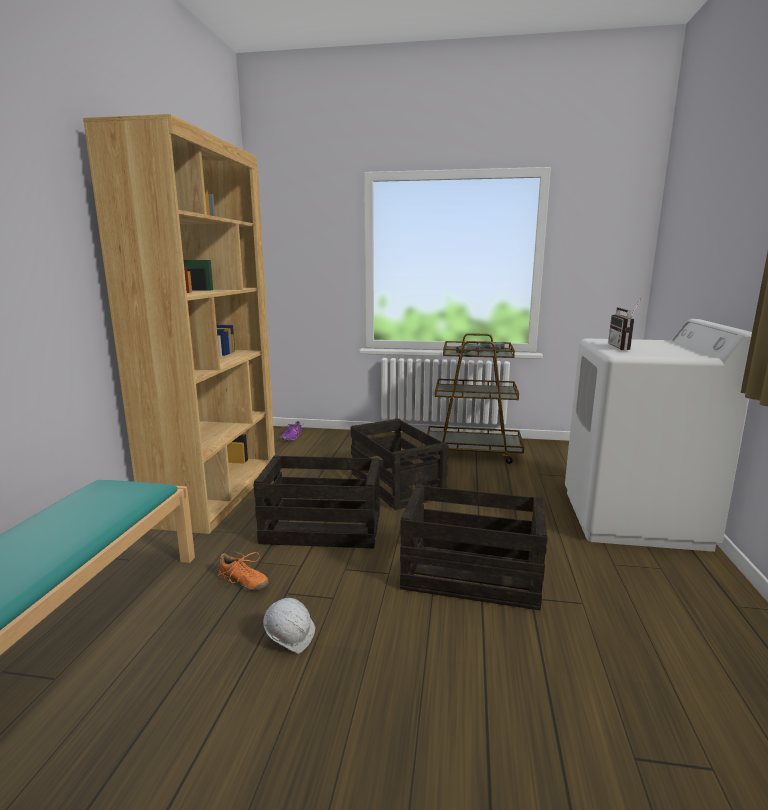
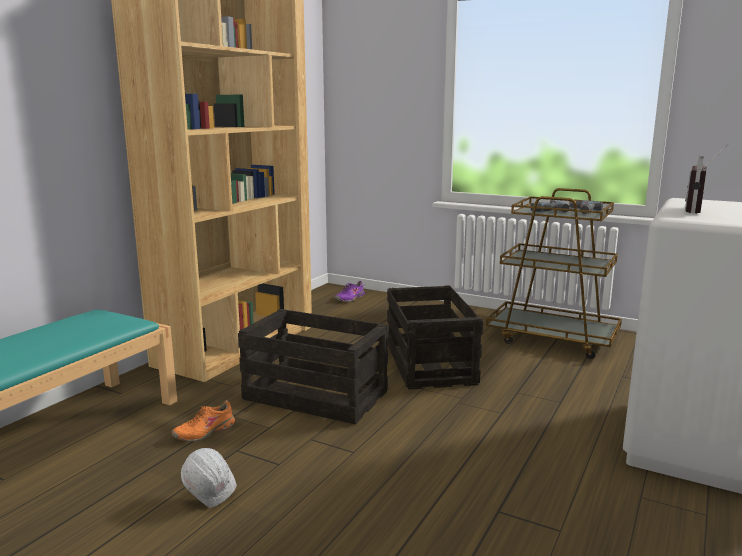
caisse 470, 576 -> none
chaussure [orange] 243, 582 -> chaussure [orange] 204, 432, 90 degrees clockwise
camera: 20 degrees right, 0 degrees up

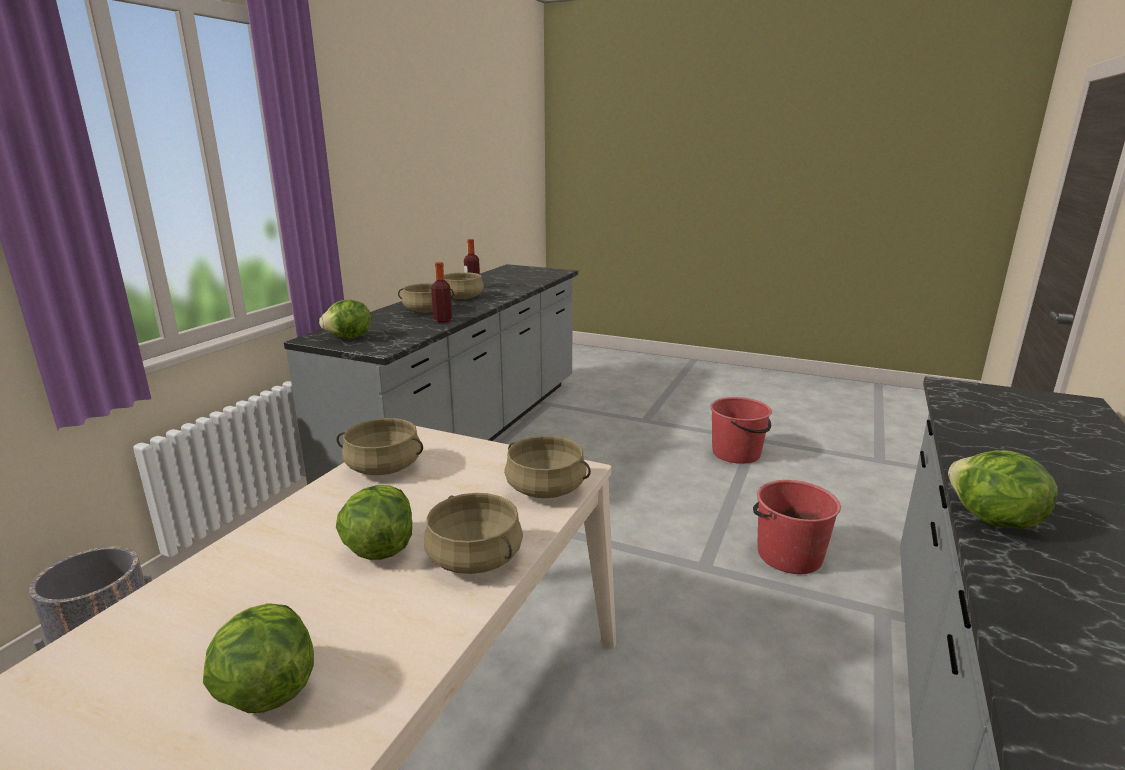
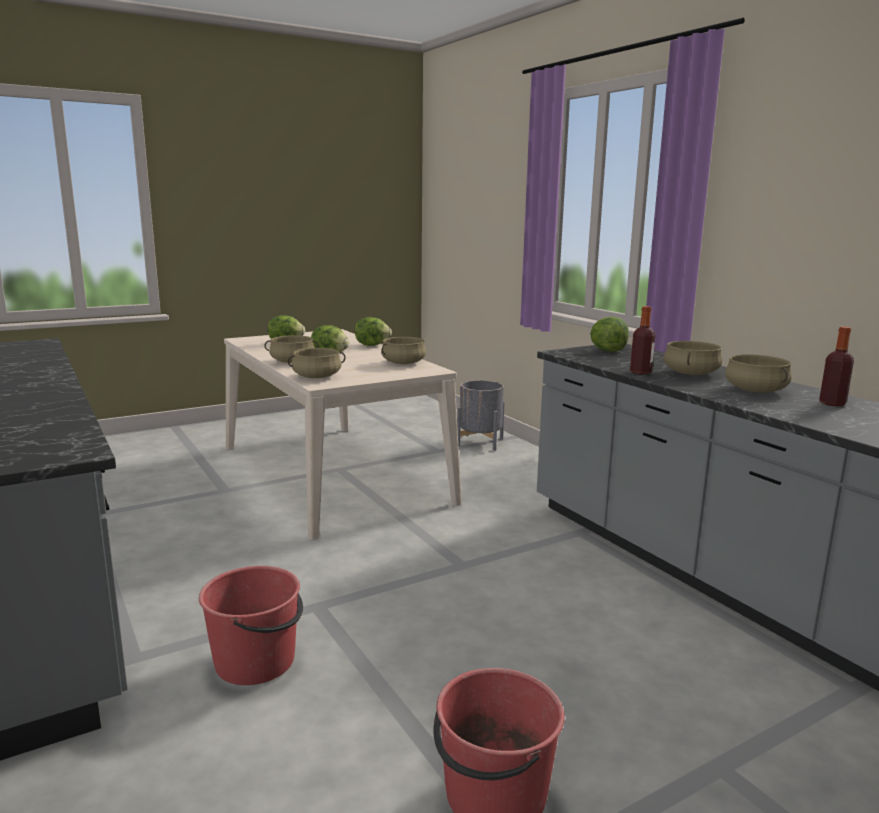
laitue 992, 520 -> laitue 372, 345, moved
camera: 125 degrees right, 5 degrees down

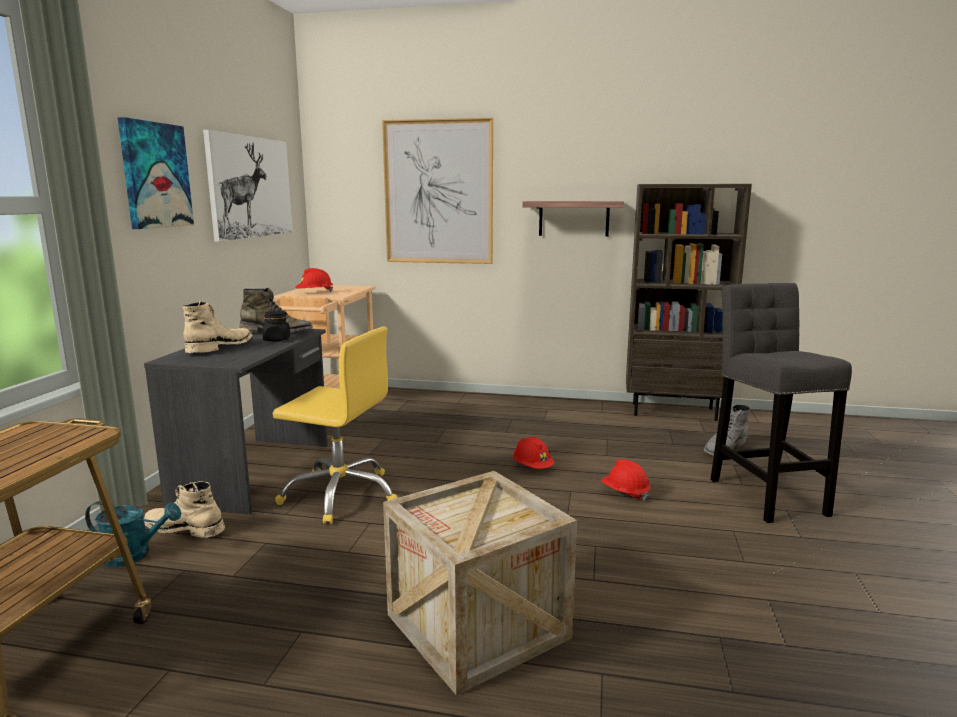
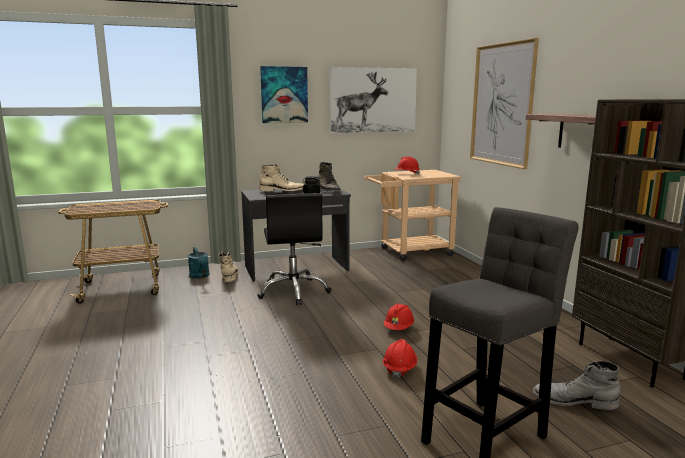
chaise de bureau [jaune] 340, 494 -> chaise de bureau [noir] 294, 291
caisse 477, 626 -> none
camera: 60 degrees right, 0 degrees up

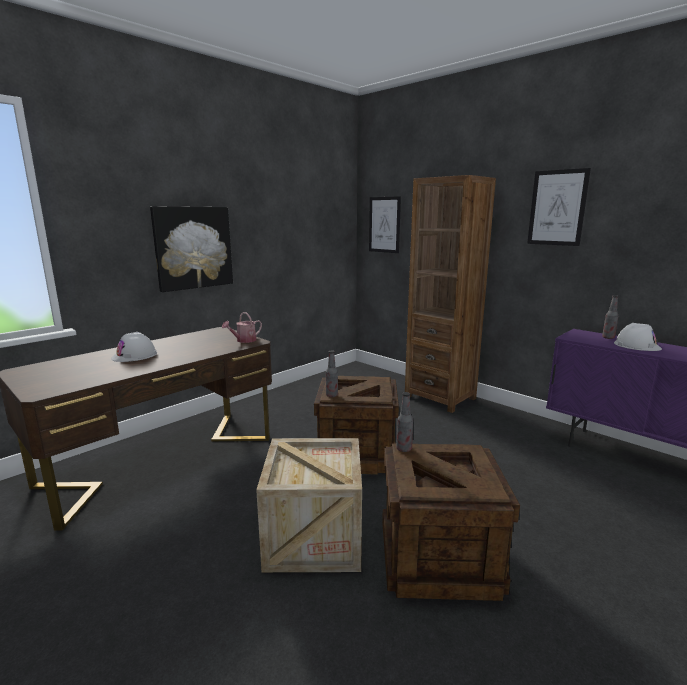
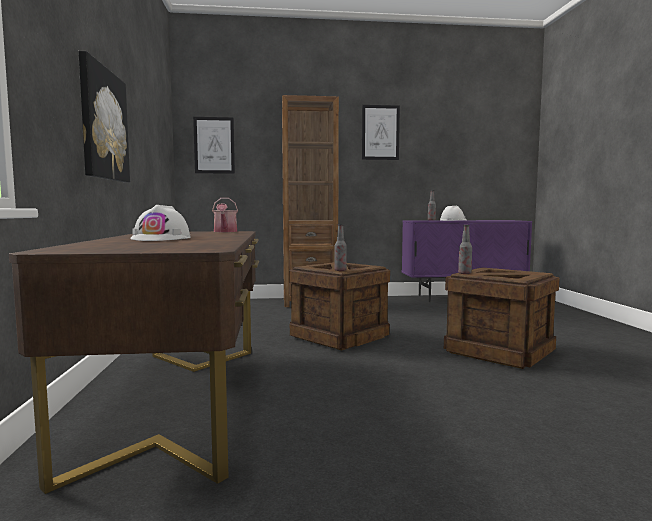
caisse 314, 537 -> none
camera: 50 degrees left, 10 degrees down

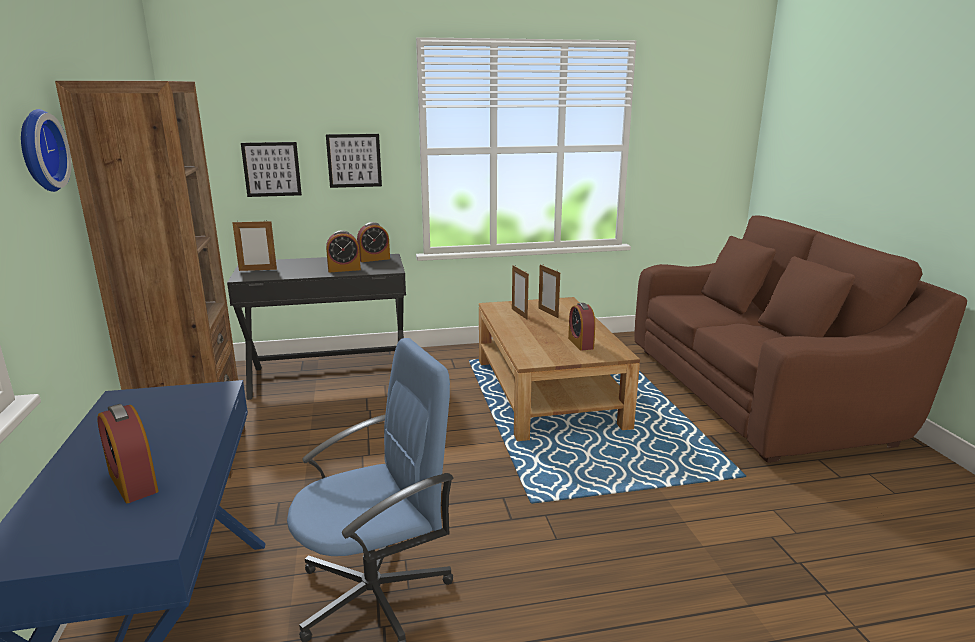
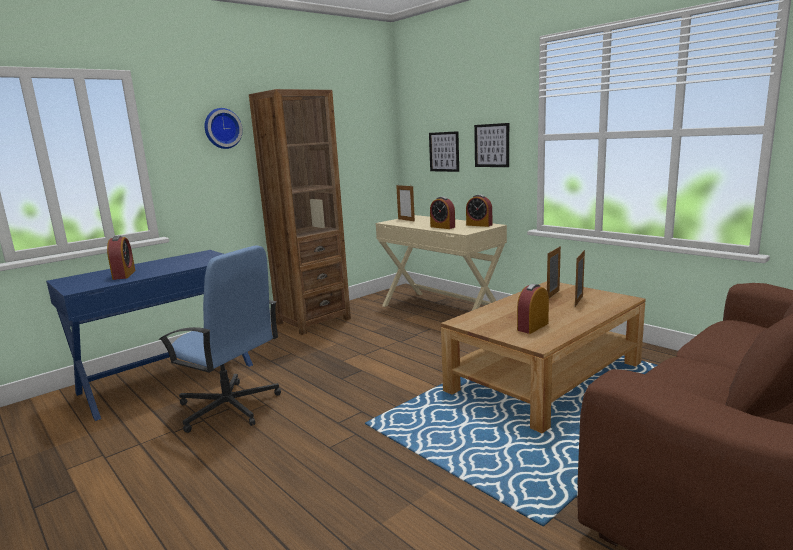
bureau [noir] 330, 376 -> bureau [beige] 441, 310
réveil 133, 482 -> réveil 124, 275, 150 degrees clockwise
camera: 60 degrees right, 5 degrees down

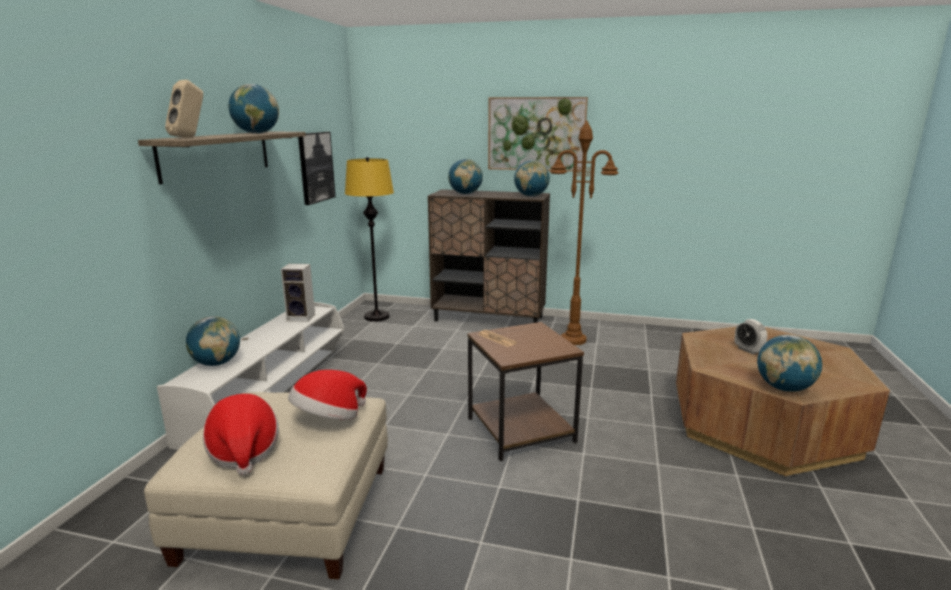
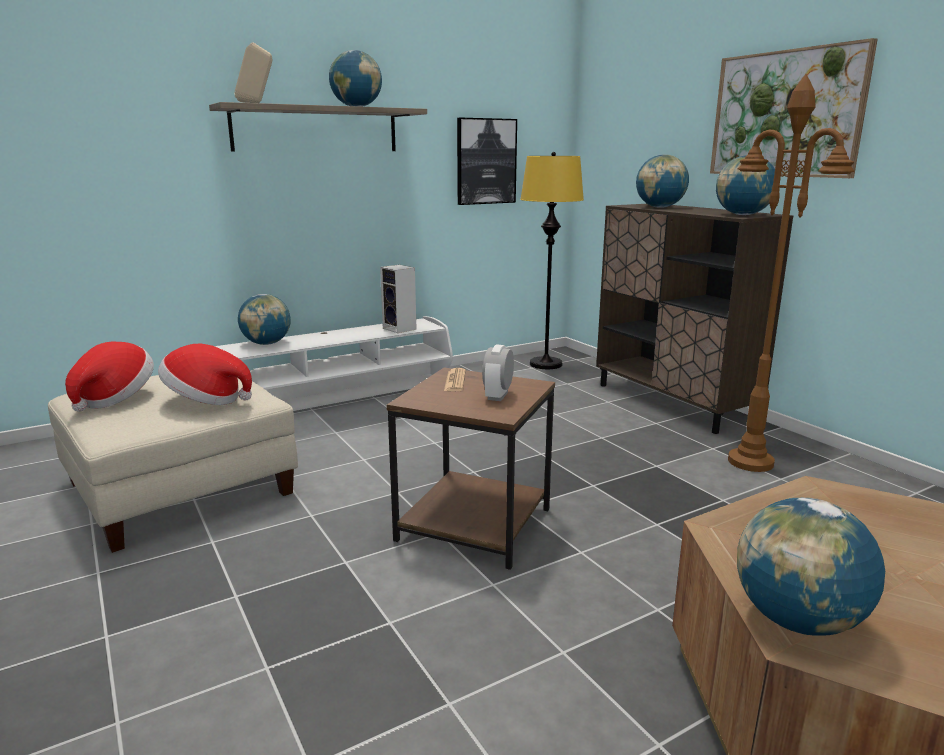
réveil 748, 350 -> réveil 498, 396, moved
camera: 45 degrees right, 0 degrees up

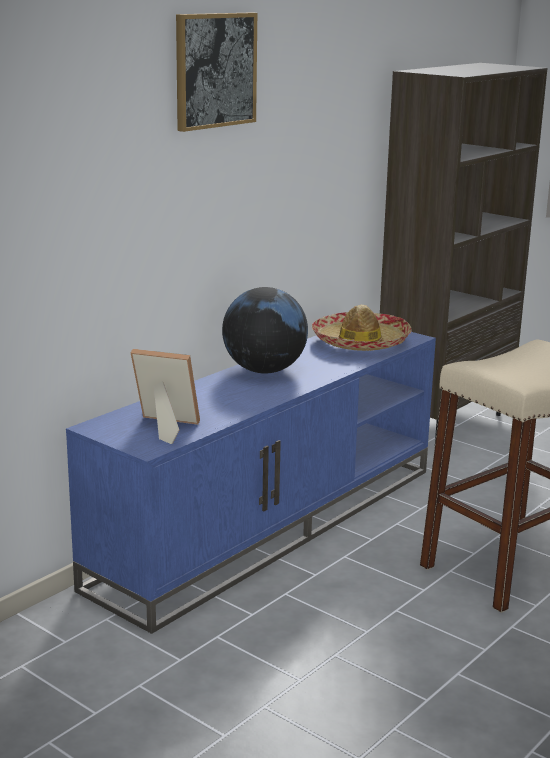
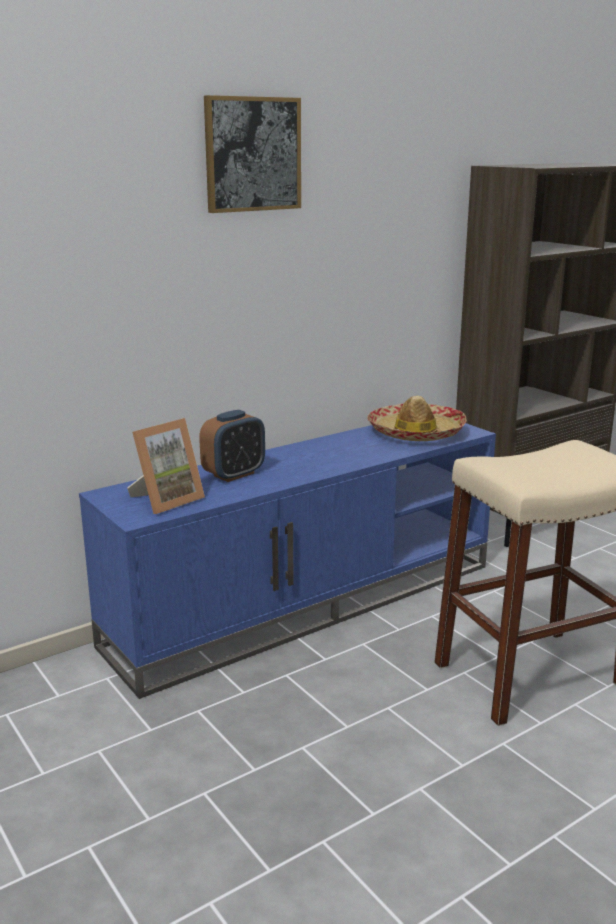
globe 264, 370 -> none
cadre photo 163, 428 -> cadre photo 166, 500, 105 degrees clockwise
none -> réveil 234, 474
camera: 15 degrees right, 0 degrees up

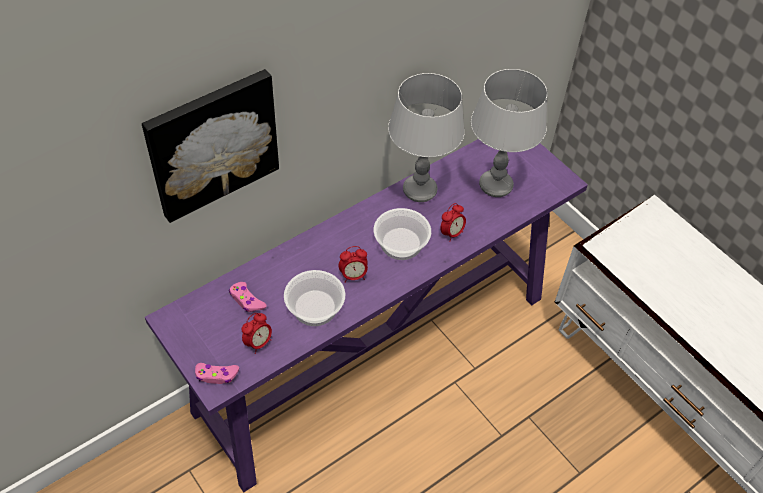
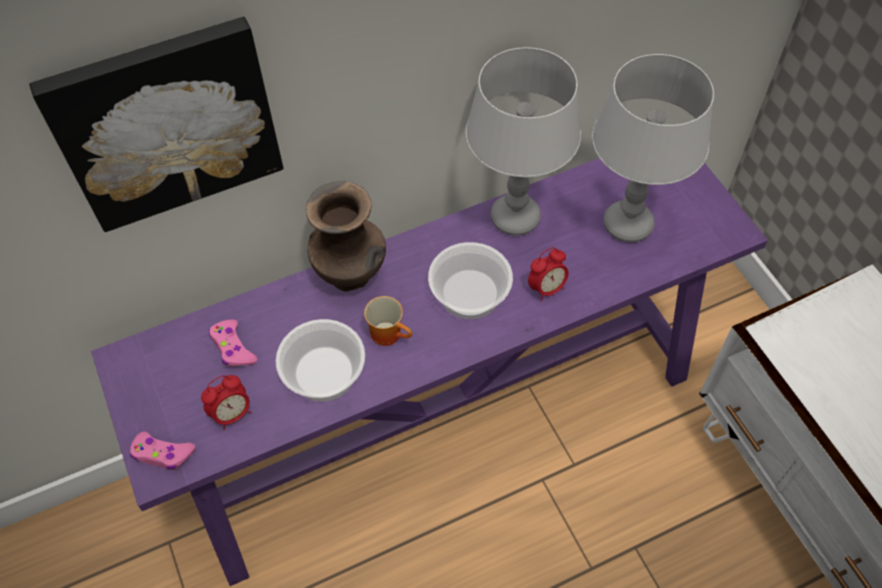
réveil 353, 276 -> mug 390, 333
none -> vase [marron] 352, 277
camera: 15 degrees right, 5 degrees up

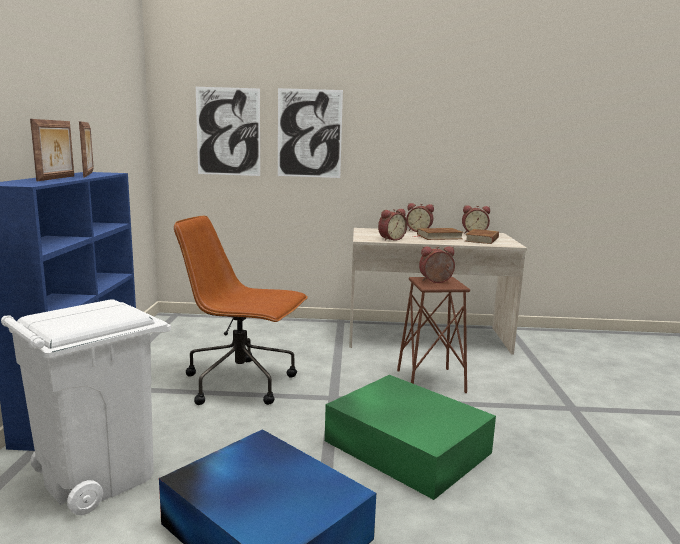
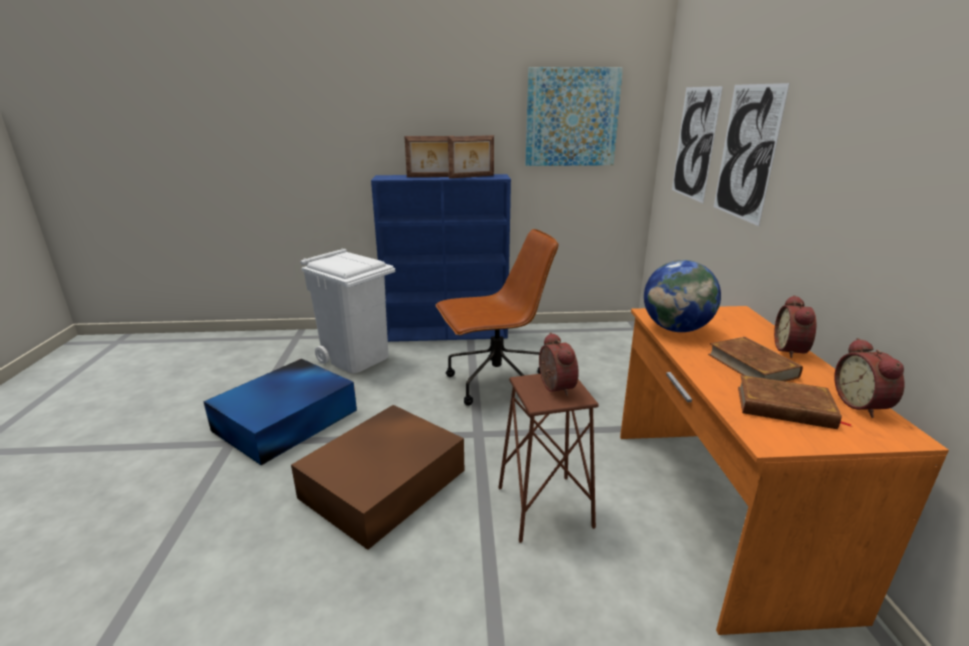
réveil 390, 239 -> globe 676, 329
chaise de bureau [marron] 242, 383 -> chaise de bureau [marron] 495, 383, 60 degrees clockwise
bureau [beige] 426, 337 -> bureau [orange] 716, 511
boîte de rangement [vert] 406, 445 -> boîte de rangement [marron] 386, 483
none -> tableau 571, 117
camera: 85 degrees right, 10 degrees up

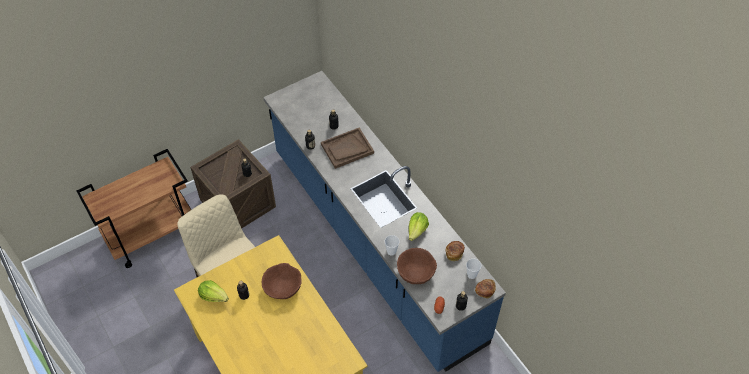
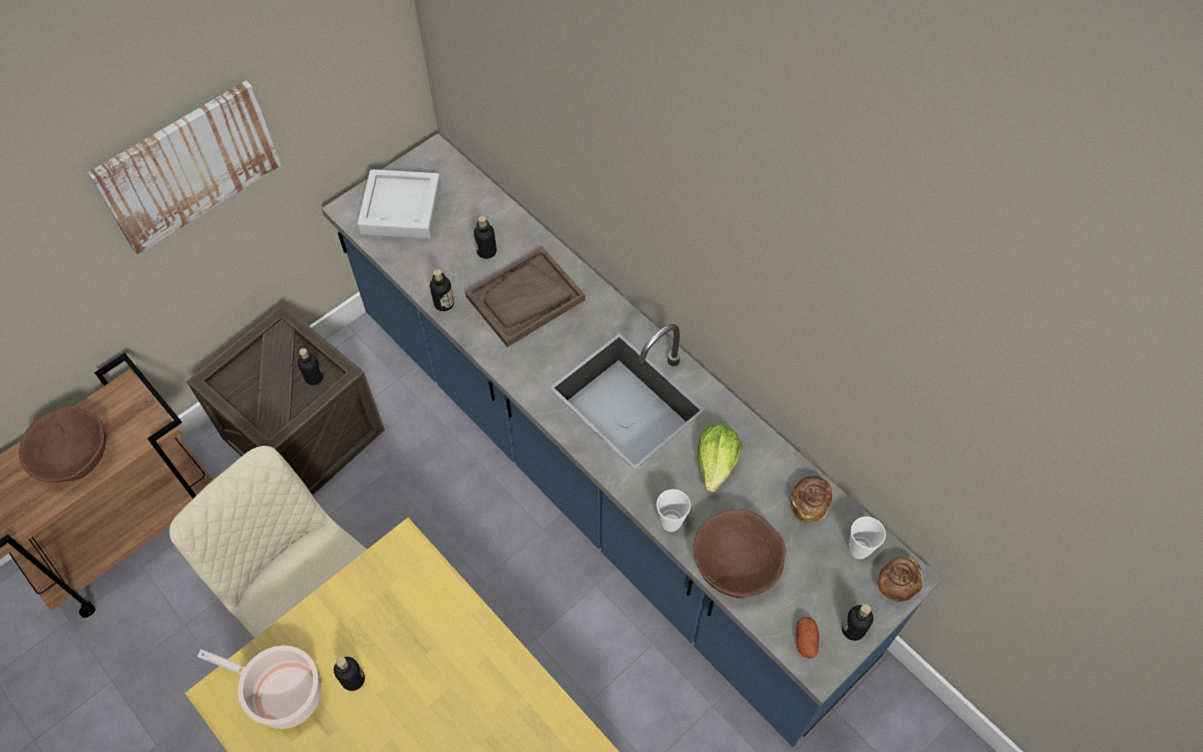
bol [marron] 283, 288 -> bol [marron] 75, 458, moved
laitue 214, 296 -> marmite 283, 693
none -> tableau 188, 165
none -> plateau [gris] 401, 209
camera: 10 degrees left, 5 degrees up

